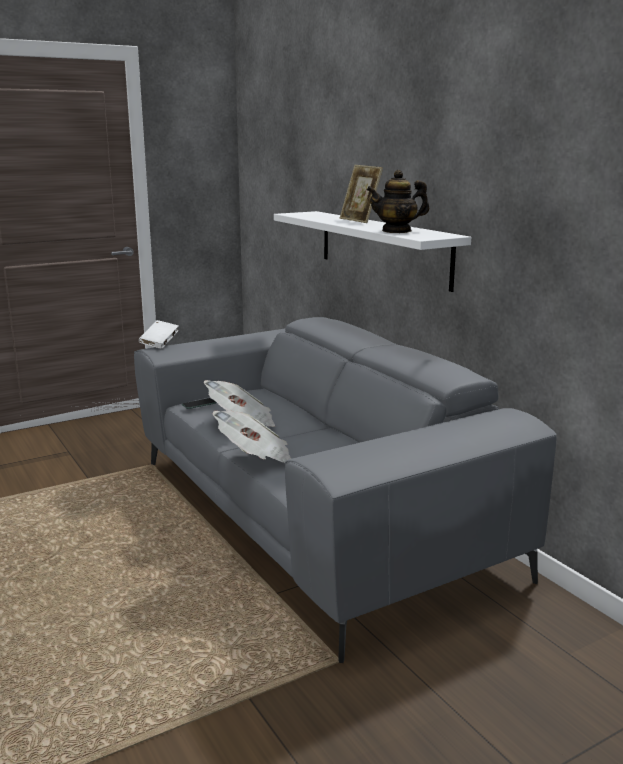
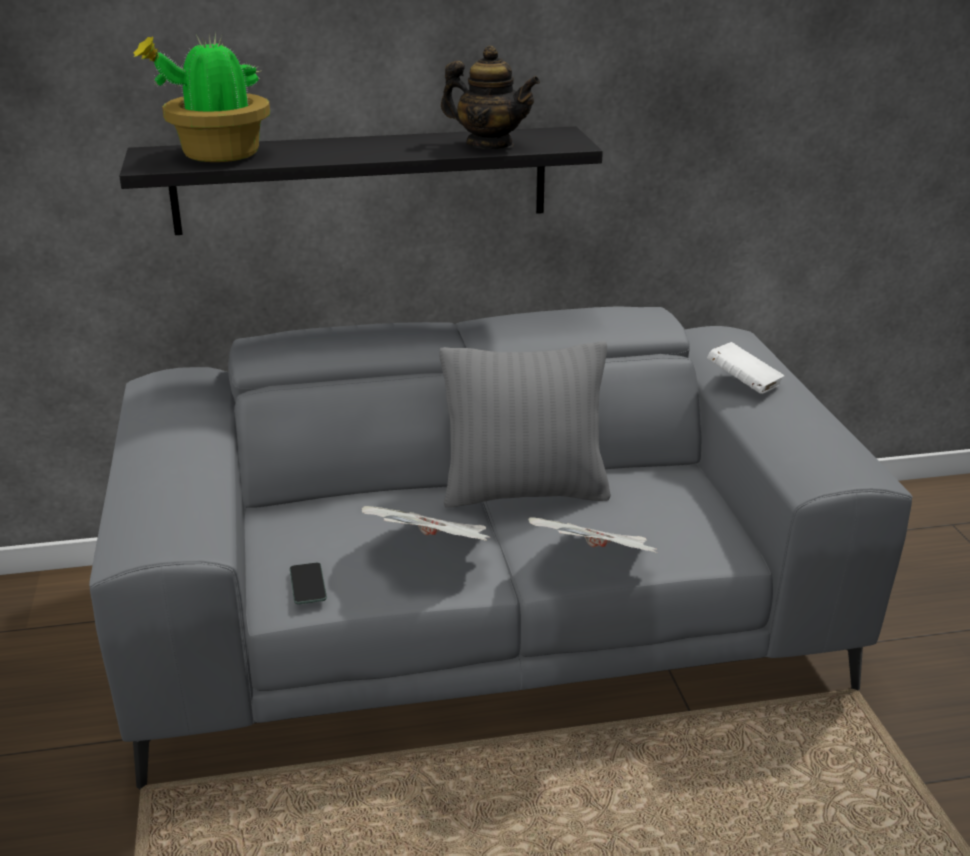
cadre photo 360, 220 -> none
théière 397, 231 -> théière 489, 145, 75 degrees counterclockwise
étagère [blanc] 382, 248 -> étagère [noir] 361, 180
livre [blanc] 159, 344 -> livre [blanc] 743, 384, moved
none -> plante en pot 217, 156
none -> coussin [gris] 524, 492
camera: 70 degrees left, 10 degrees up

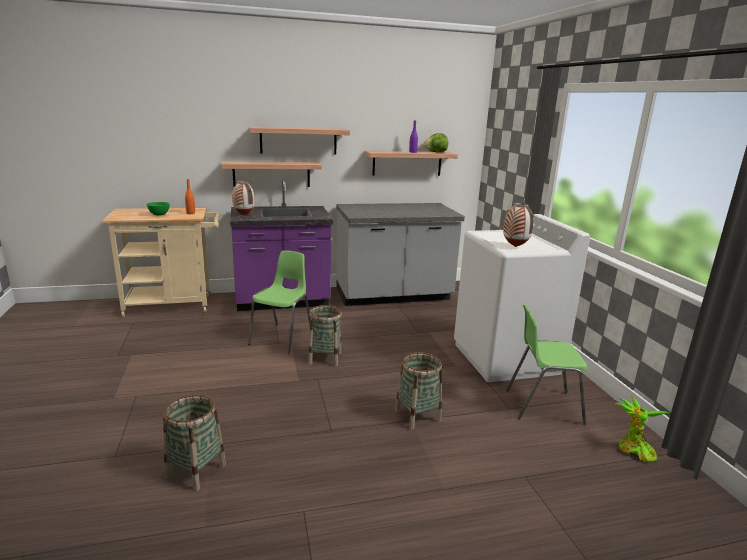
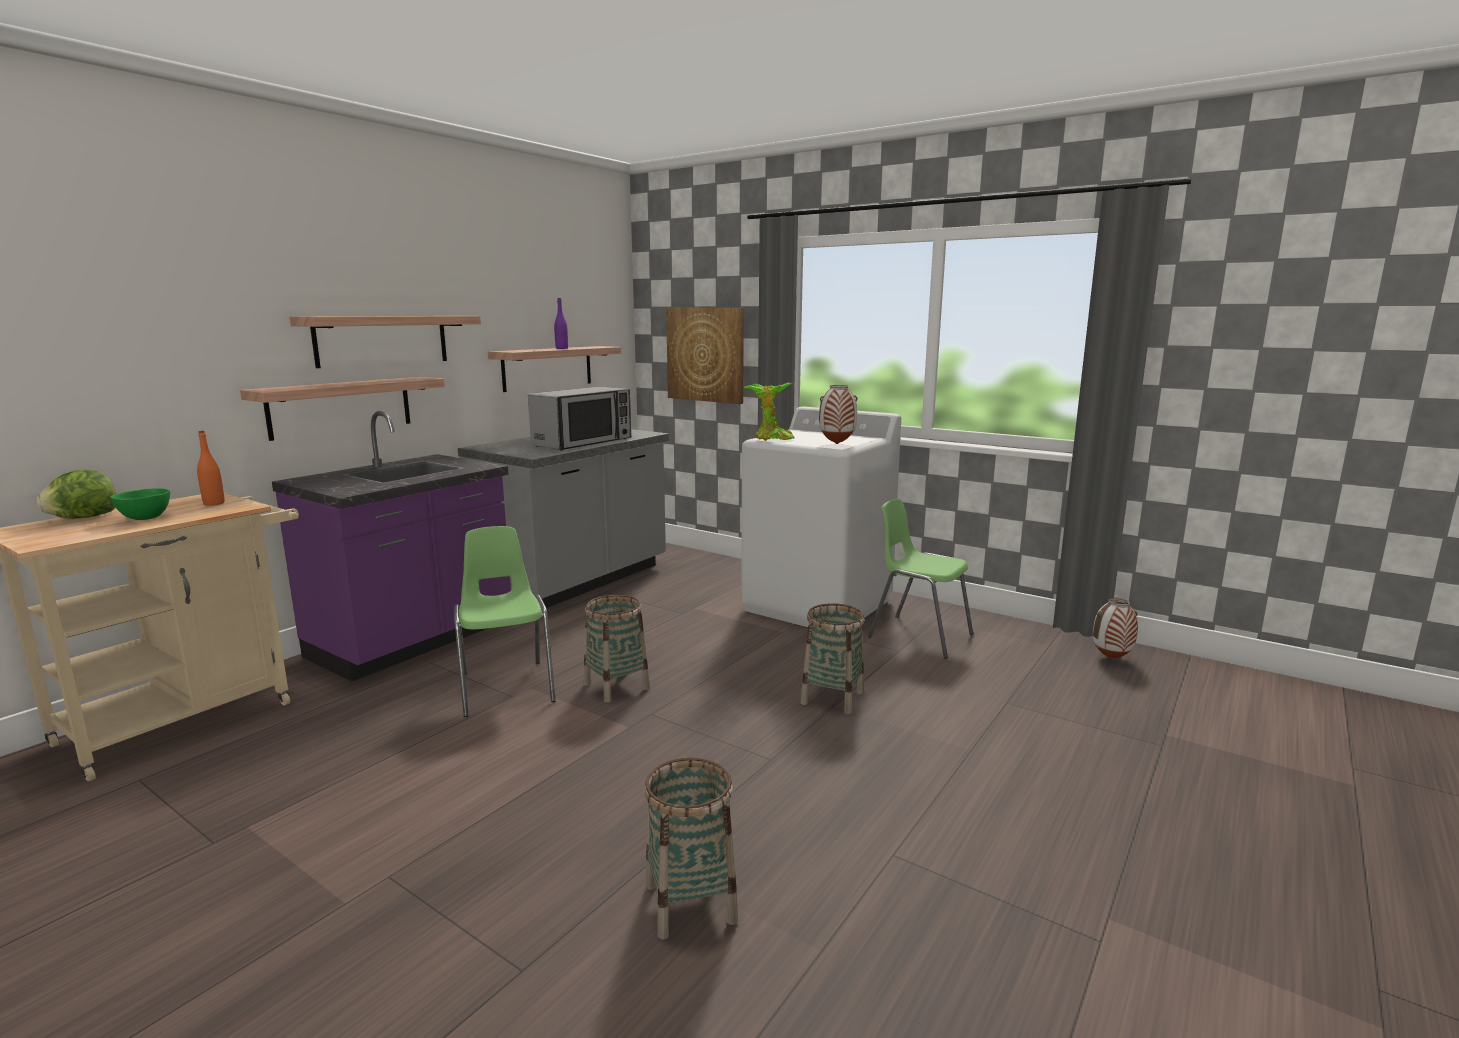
laitue 436, 152 -> laitue 84, 518, moved
vase 243, 215 -> vase 1111, 658, moved
chaise [vert] 542, 405 -> chaise [vert] 919, 635, 75 degrees clockwise
plante en pot 633, 451 -> plante en pot 771, 439, moved
none -> tableau 705, 354
none -> micro-ondes 583, 442
camera: 40 degrees left, 5 degrees down

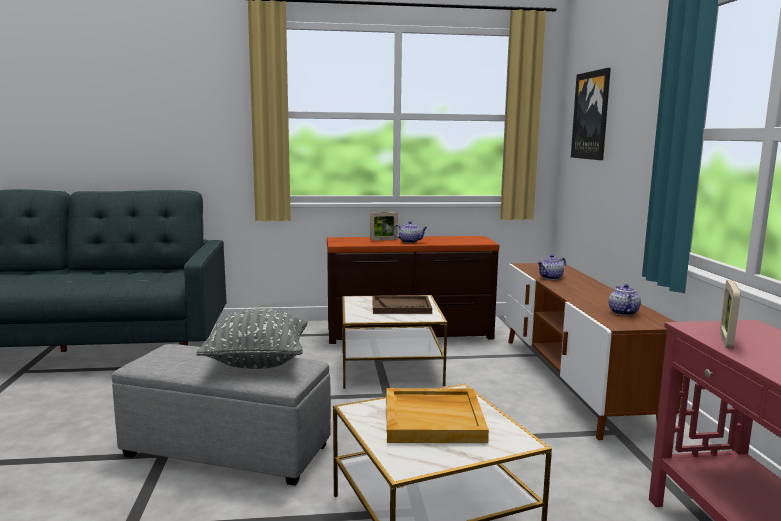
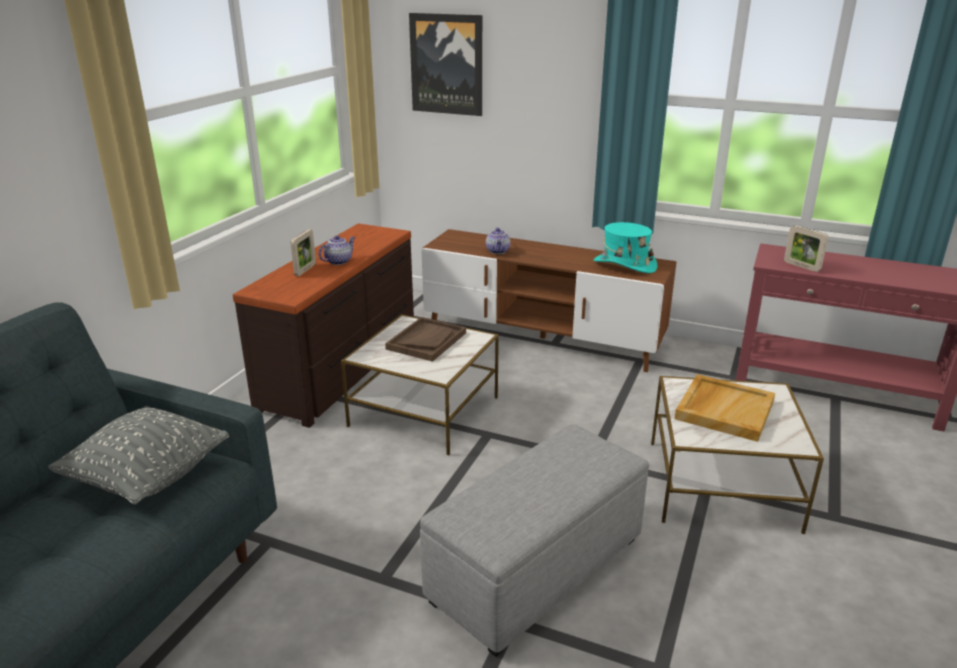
théière 622, 312 -> chapeau [turquoise] 624, 265
coussin [gris] 257, 362 -> coussin [gris] 148, 478, moved
camera: 60 degrees left, 15 degrees up

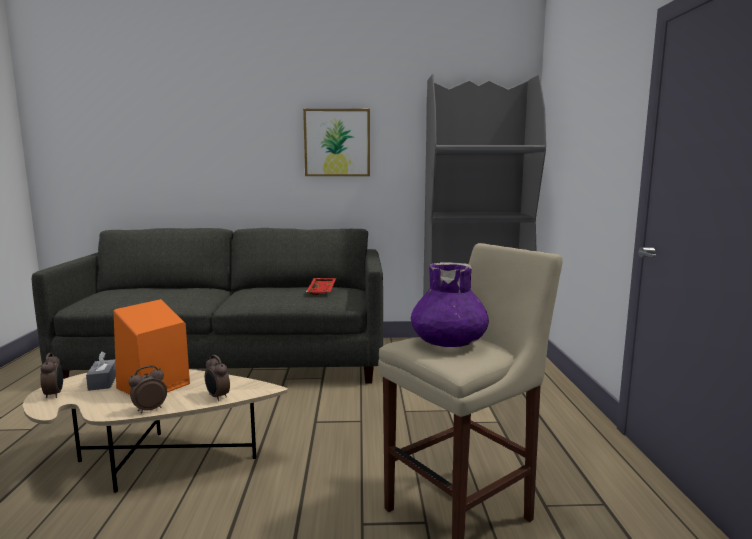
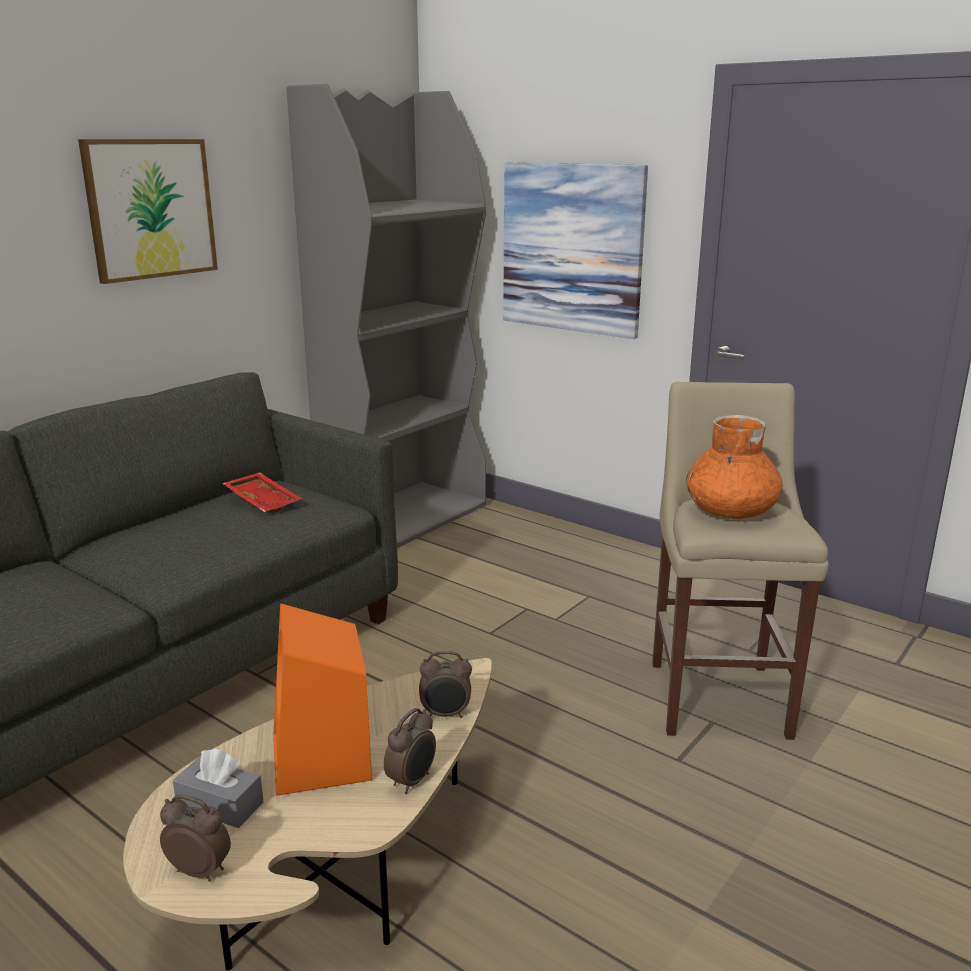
vase [violet] 449, 342 -> vase [orange] 731, 511
réveil 149, 409 -> réveil 412, 781, 150 degrees counterclockwise
none -> tableau 572, 248
camera: 50 degrees left, 10 degrees up

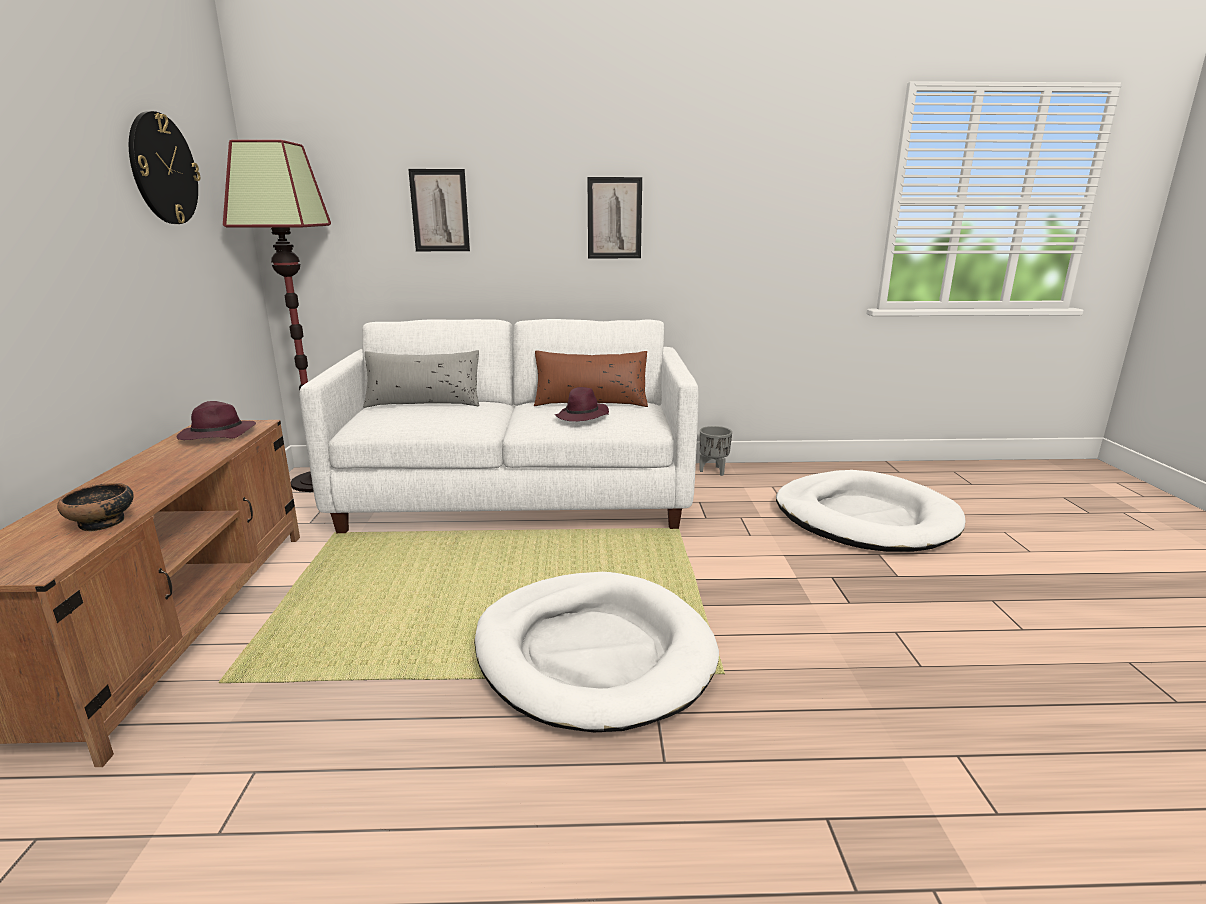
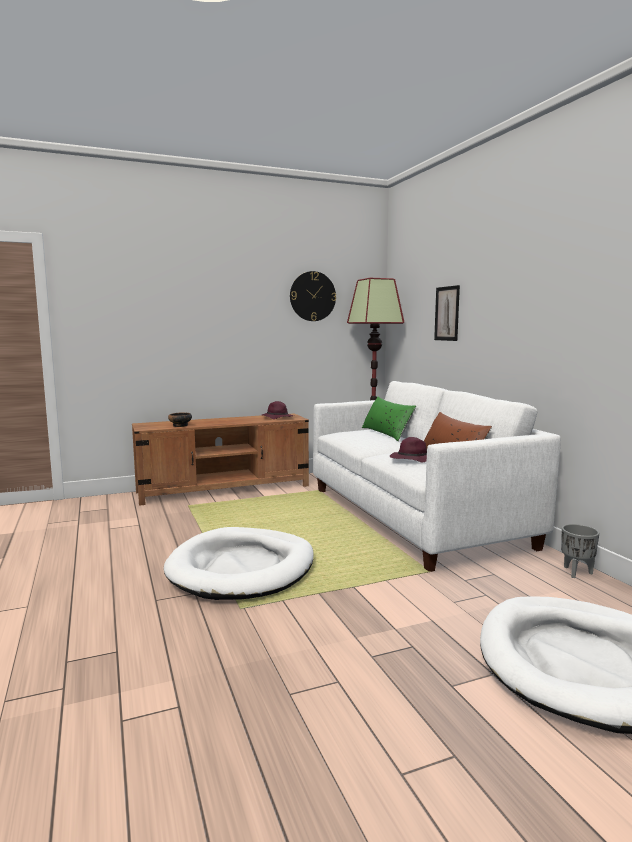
tableau 614, 218 -> none
coussin [gris] 424, 403 -> coussin [vert] 386, 433
camera: 70 degrees right, 10 degrees down

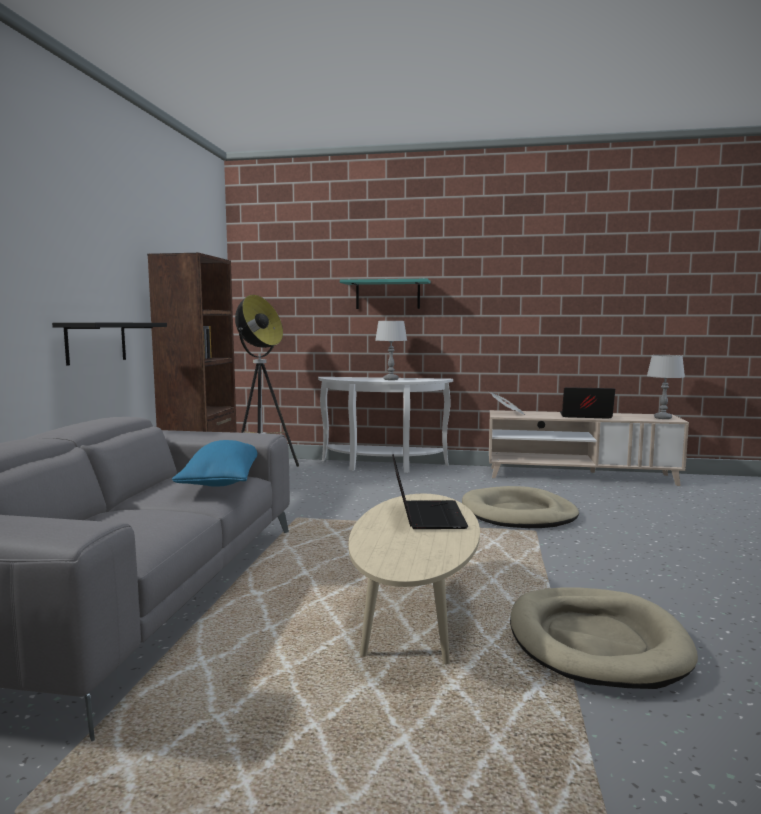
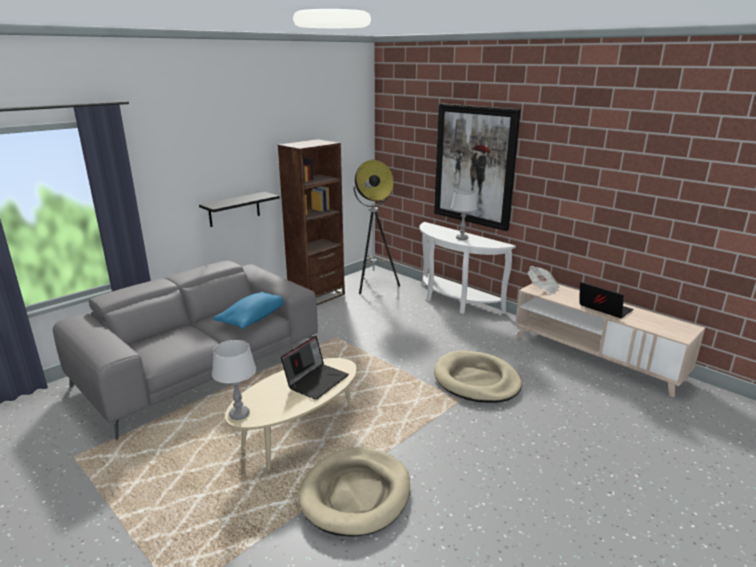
étagère [turquoise] 387, 295 -> tableau 474, 165
lampe de table [gris] 662, 418 -> lampe de table [gris] 239, 414, moved
camera: 35 degrees right, 15 degrees up

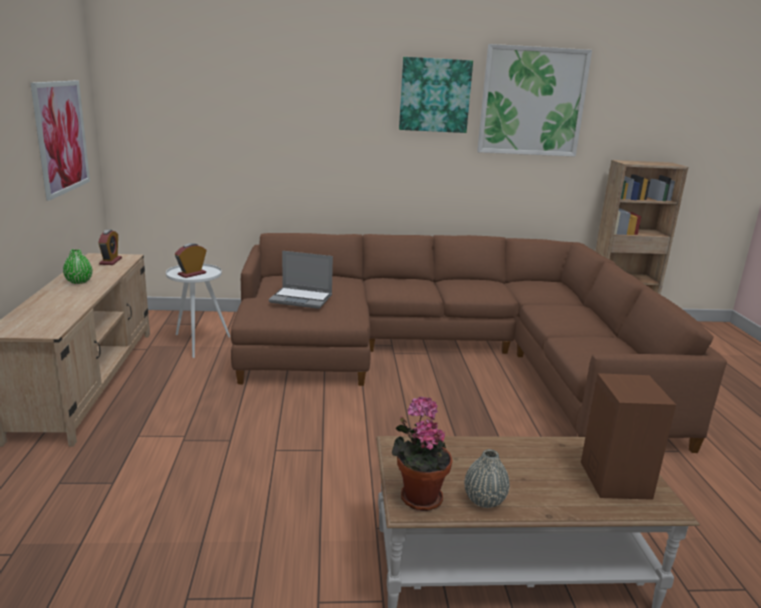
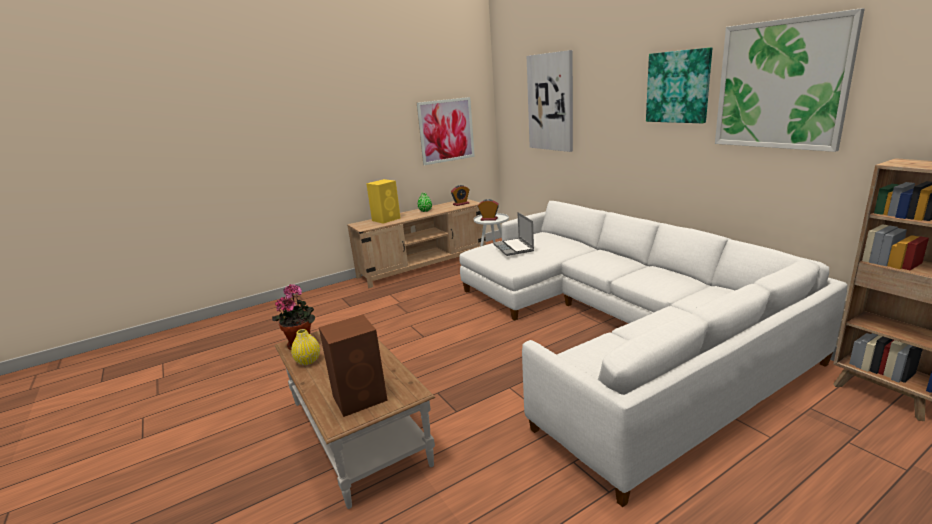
canapé [marron] 451, 354 -> canapé [blanc] 615, 331
vase [gris] 484, 500 -> vase [jaune] 308, 361
none -> tableau 551, 102
none -> enceinte [jaune] 386, 219
camera: 65 degrees right, 0 degrees up

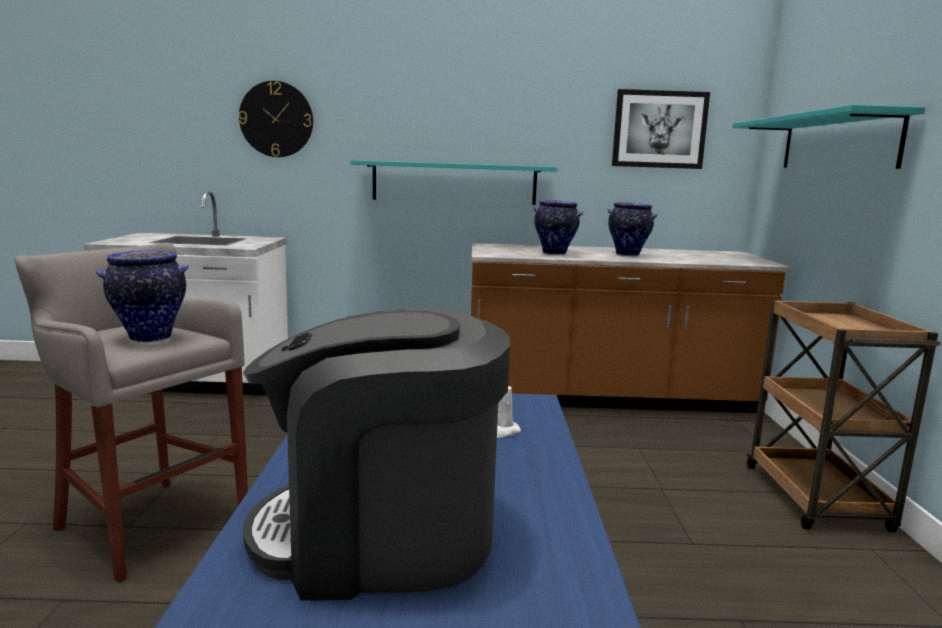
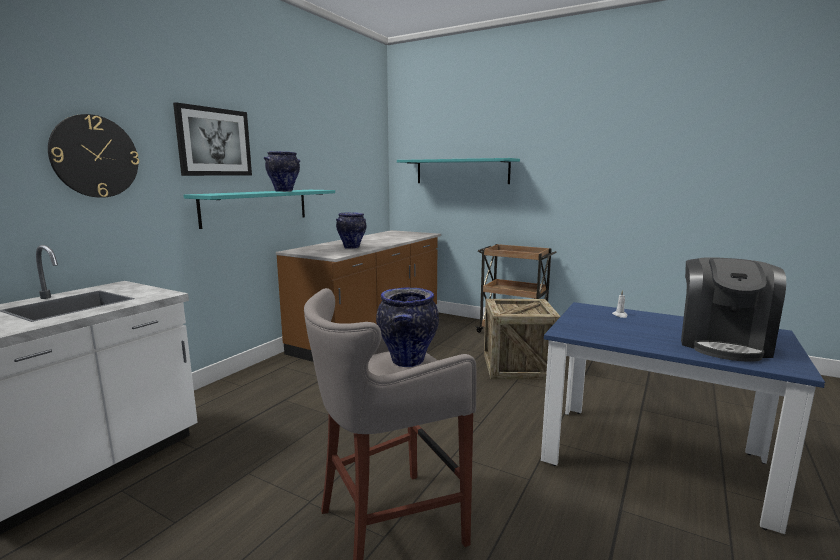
tableau 659, 129 -> tableau 214, 142, moved
vase 628, 254 -> vase 284, 191, moved
none -> caisse 517, 366
camera: 60 degrees left, 0 degrees up

